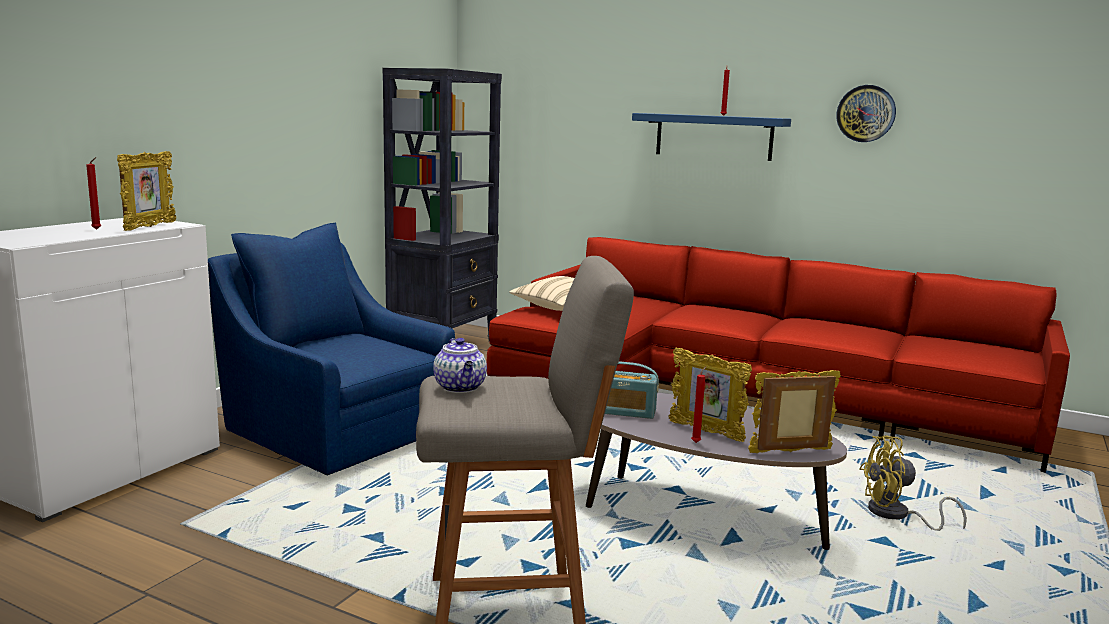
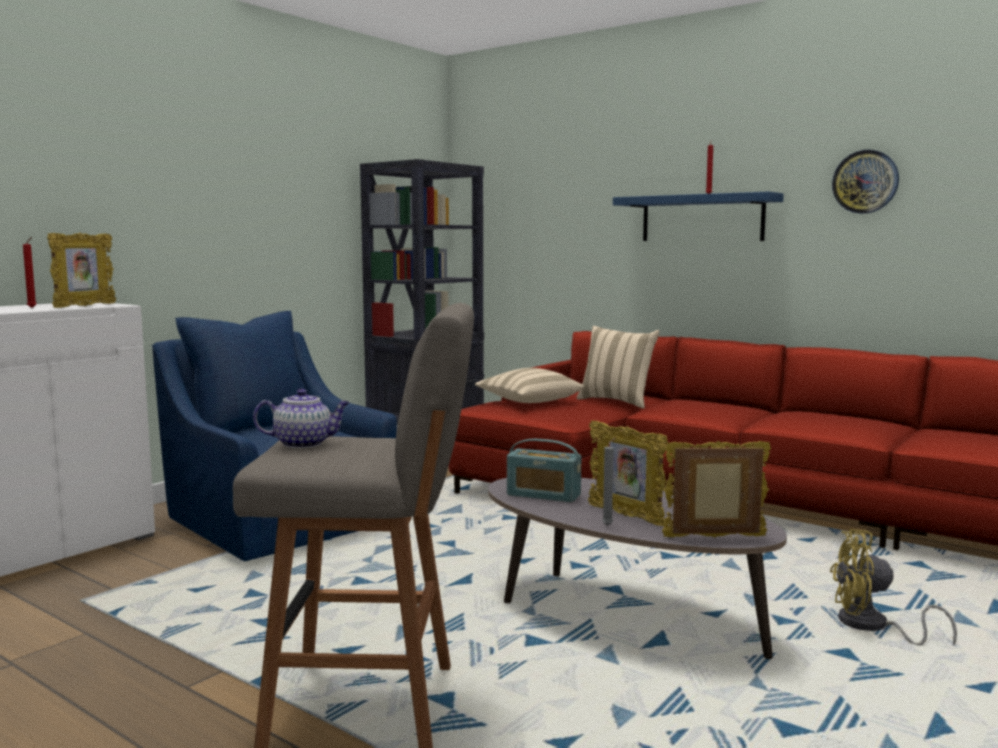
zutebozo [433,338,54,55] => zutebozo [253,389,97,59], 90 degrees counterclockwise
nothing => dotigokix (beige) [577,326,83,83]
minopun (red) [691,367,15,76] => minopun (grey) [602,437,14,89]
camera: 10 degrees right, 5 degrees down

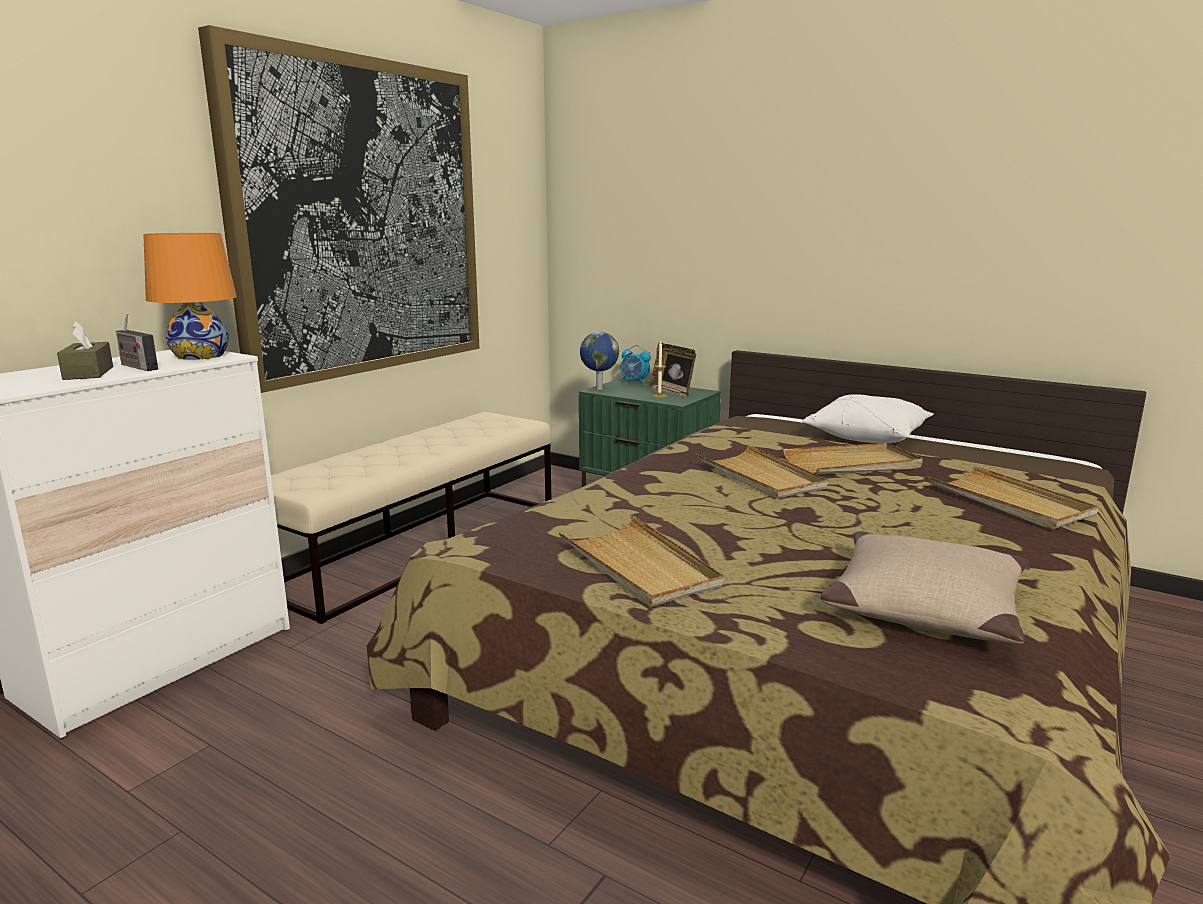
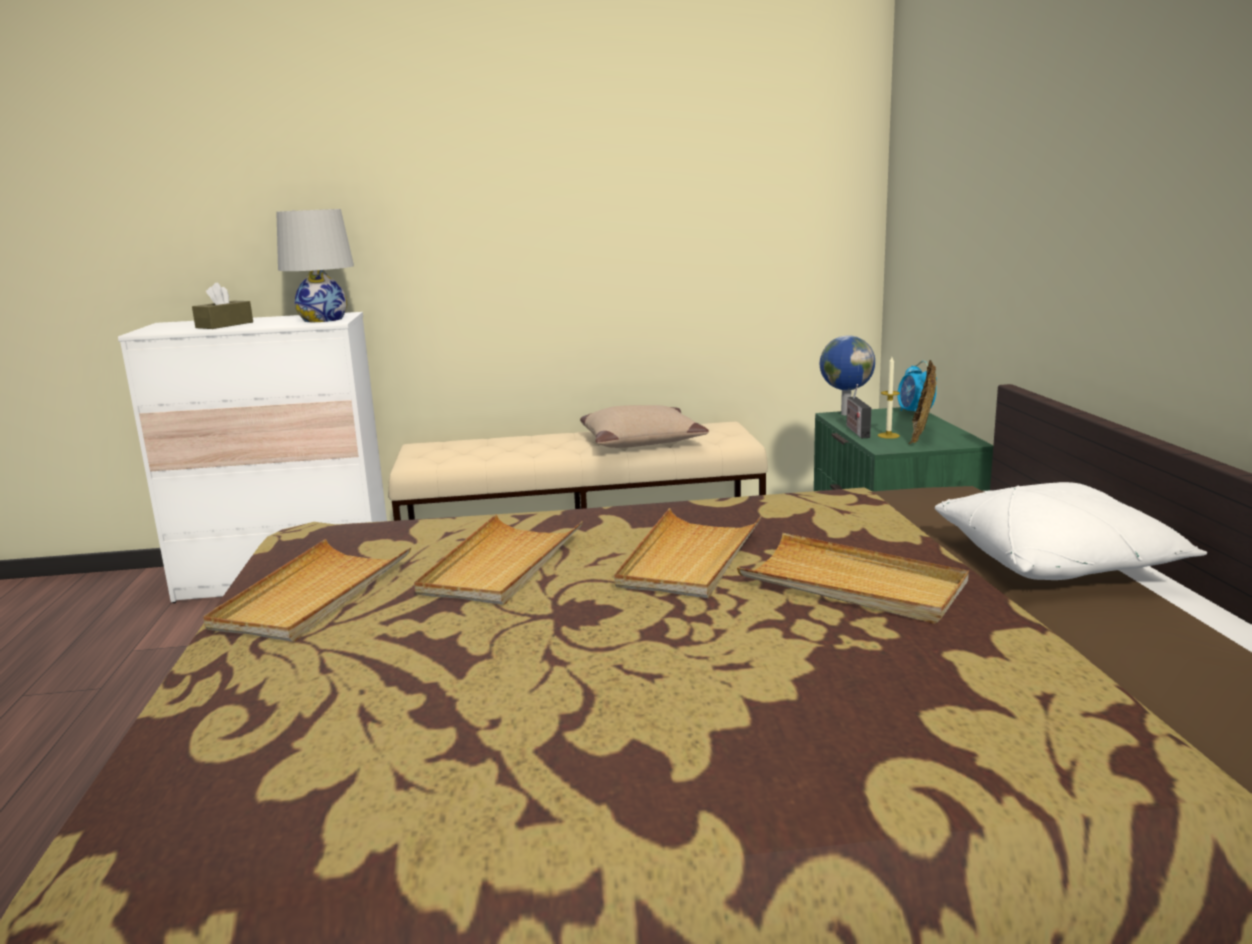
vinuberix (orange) [143,233,94,127] => vinuberix (white) [276,209,78,113]
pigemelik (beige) [927,465,172,64] => pigemelik (beige) [414,514,169,91], shifted
dotigokix (beige) [820,531,209,113] => dotigokix (beige) [580,405,129,43], shifted
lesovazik [116,313,42,58] => lesovazik [846,384,25,54], shifted
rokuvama [198,25,282,368] => nothing
camera: 50 degrees right, 0 degrees up

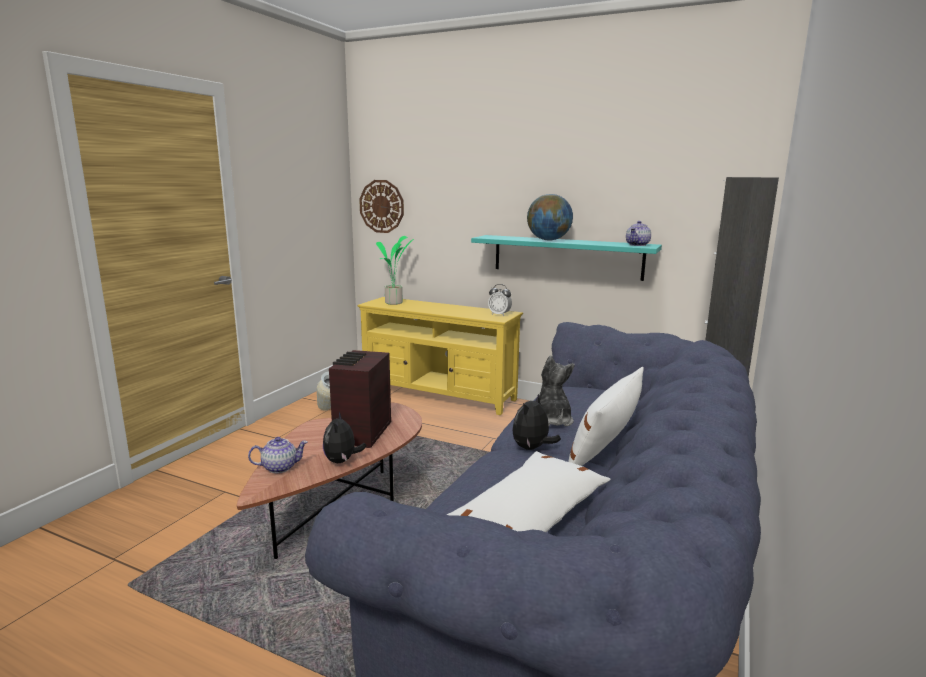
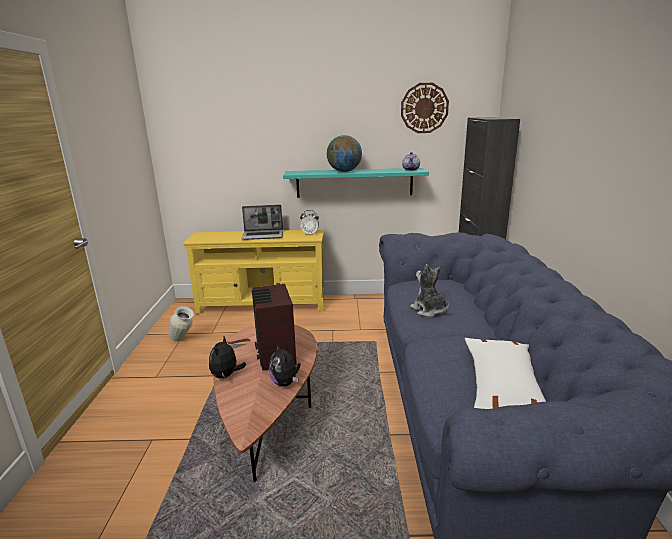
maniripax [512,394,49,56] => maniripax [209,336,37,42], shifted
nothing => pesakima [242,205,41,35]
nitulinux [359,180,45,53] => nitulinux [401,83,48,50], shifted
zutebozo [248,437,60,36] => nothing
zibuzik [376,236,38,69] => nothing
dotigokix (white) [568,367,76,99] => nothing
camera: 25 degrees left, 5 degrees up

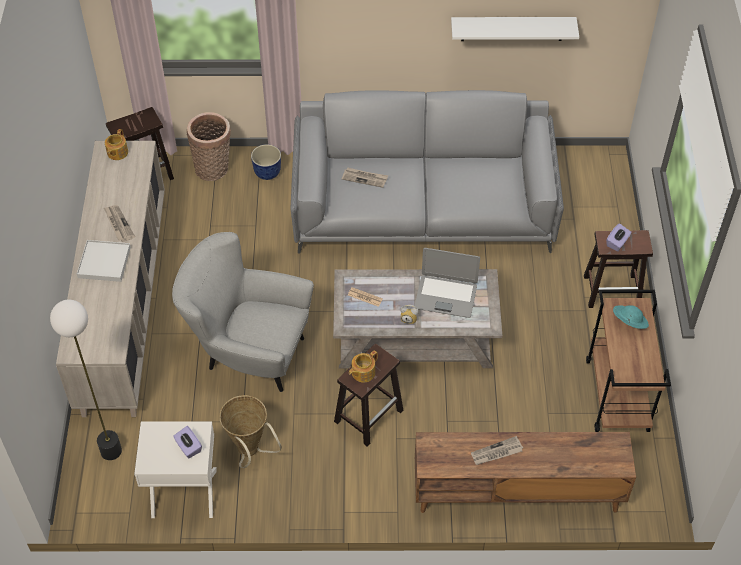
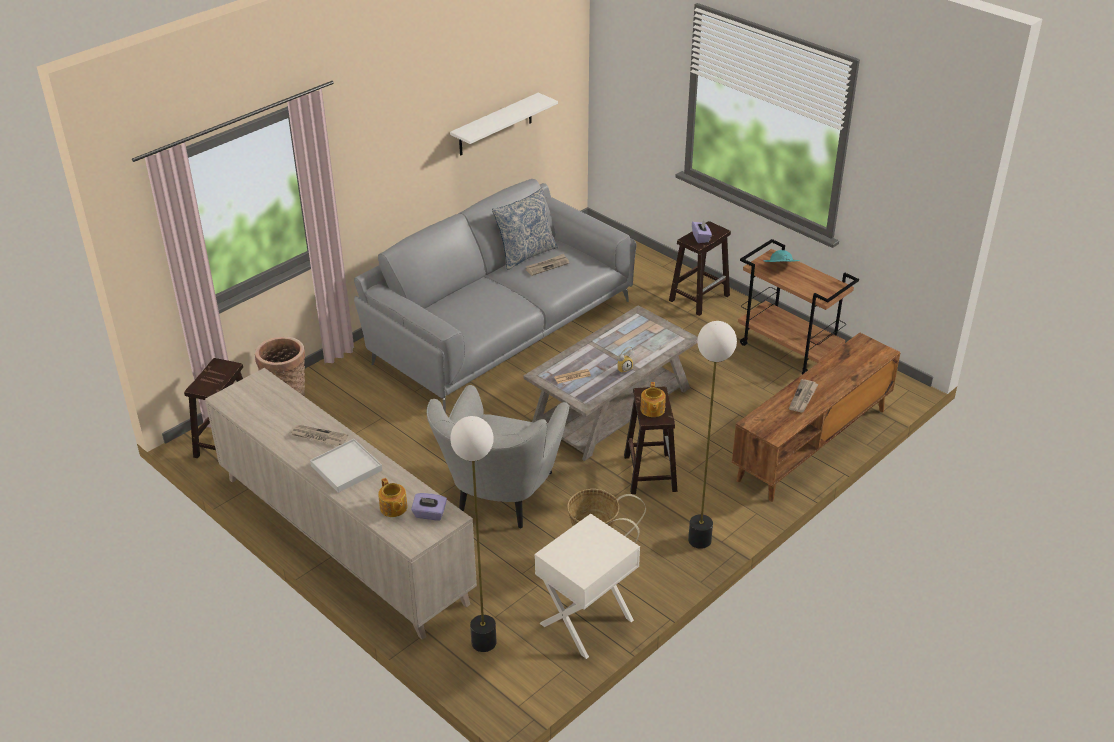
zutebozo [105,129,23,31] => zutebozo [378,478,30,39], shifted
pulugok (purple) [173,426,29,32] => pulugok (purple) [411,493,36,28], shifted
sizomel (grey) [172,232,142,160] => sizomel (grey) [427,385,143,144], 45 degrees counterclockwise
nothing => dotigokix [492,188,66,82]
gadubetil [342,167,46,21] => gadubetil [525,254,44,22], shifted
nothing => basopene [688,321,49,228]
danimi [251,144,30,36] => nothing
pesakima [414,248,66,70] => nothing
camera: 45 degrees left, 15 degrees down

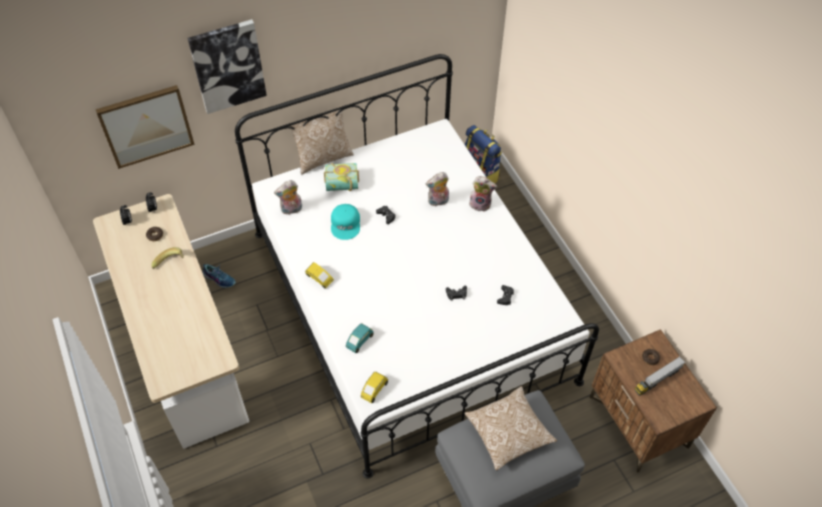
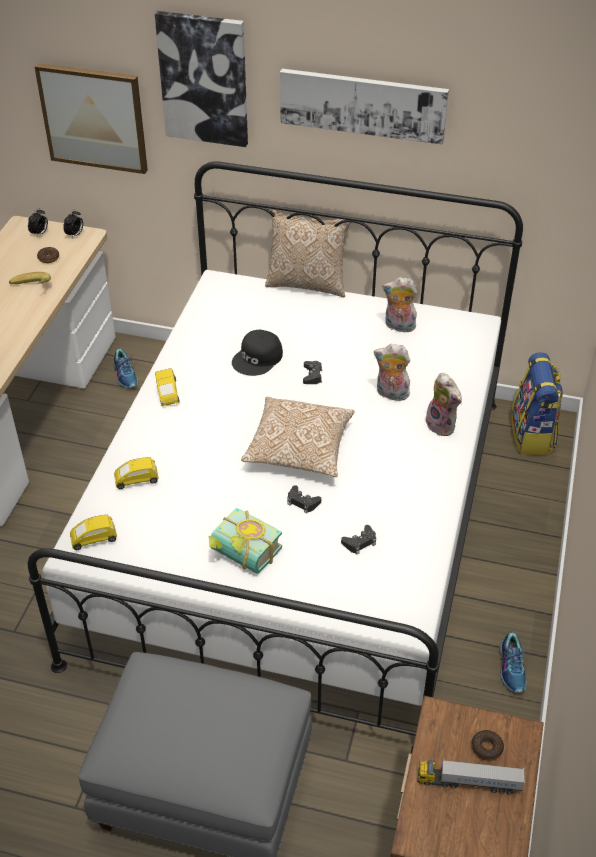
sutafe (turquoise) [346,324,28,29] => sutafe (yellow) [114,457,44,32]
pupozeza [324,163,35,28] => pupozeza [209,507,73,67], shifted
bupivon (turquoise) [331,204,29,36] => bupivon (black) [232,330,51,46]
dotigokix [464,386,93,84] => dotigokix [241,397,114,80], shifted
nothing => rokuvama [280,69,169,76]
maniripax [274,180,28,35] => maniripax [382,277,35,55], shifted
nothing => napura [499,631,29,62]
camera: 40 degrees right, 10 degrees down

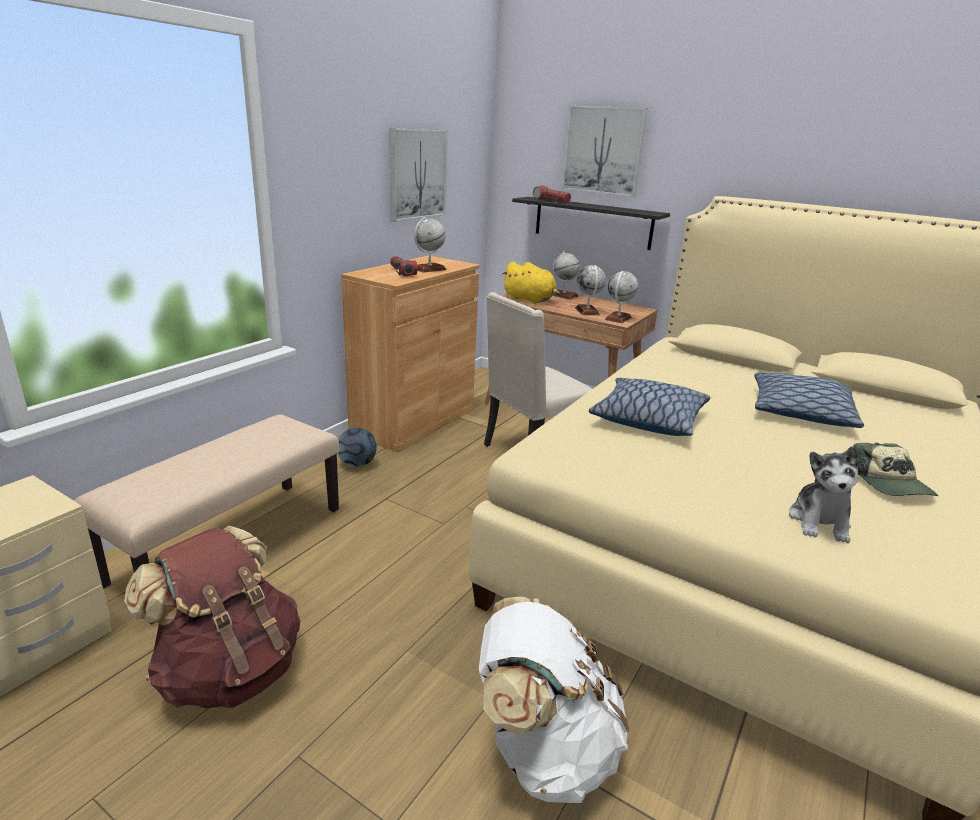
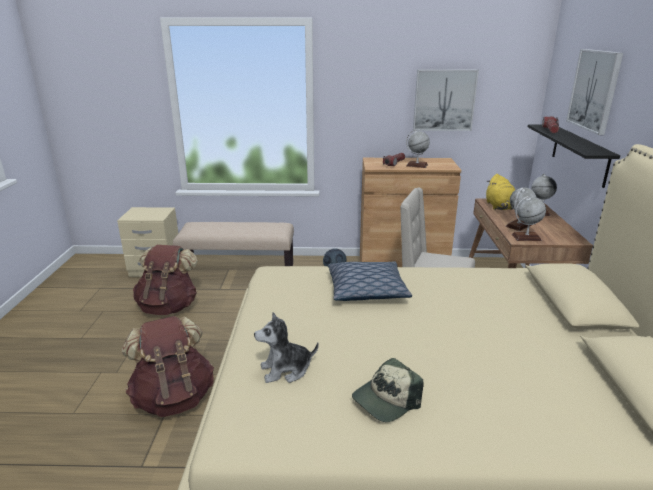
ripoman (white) [479,597,150,206] => ripoman (brown) [122,316,92,101]
dotigokix [754,373,110,55] => nothing
camera: 60 degrees right, 0 degrees up

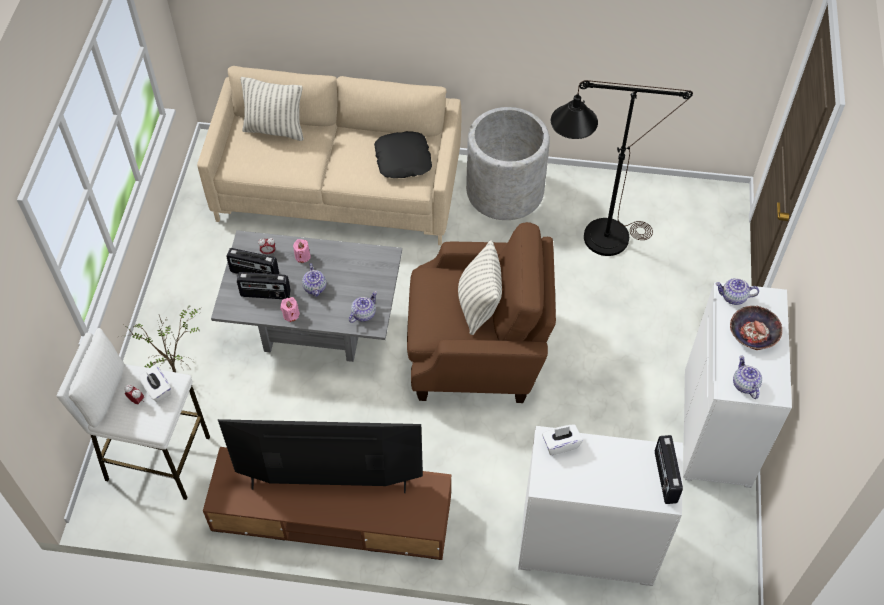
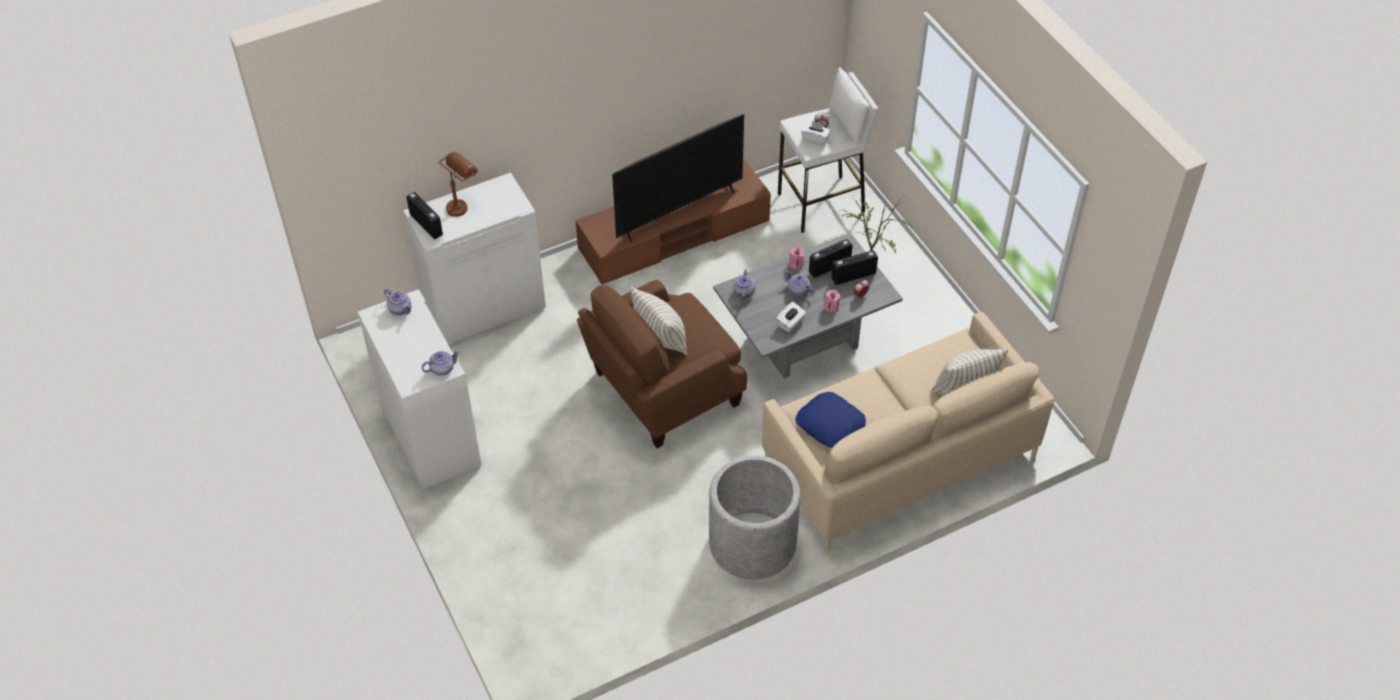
nothing => vinuberix (brown) [439,152,39,65]
pulugok (white) [542,424,41,31] => pulugok (white) [776,302,30,30], shifted
dotigokix (black) [374,131,58,47] => dotigokix (blue) [795,392,71,56]
basopene (black) [551,80,142,176] => nothing
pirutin [730,306,52,44] => nothing
camera: 145 degrees right, 5 degrees down

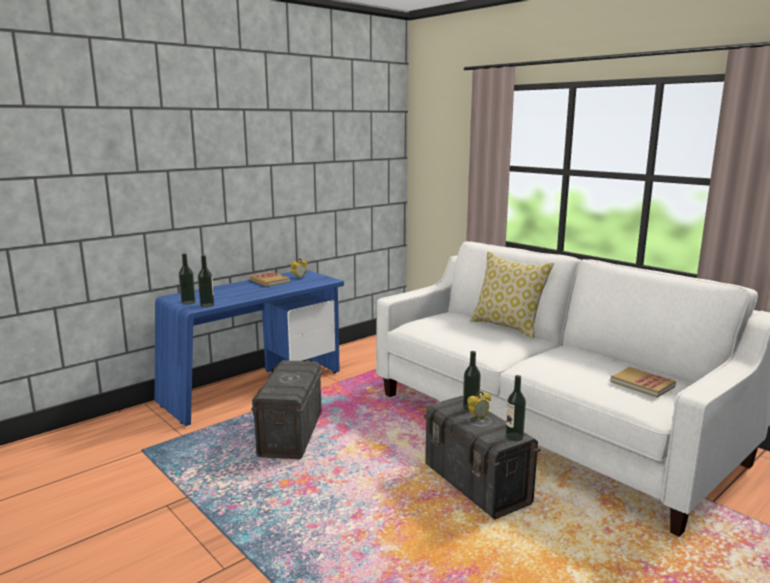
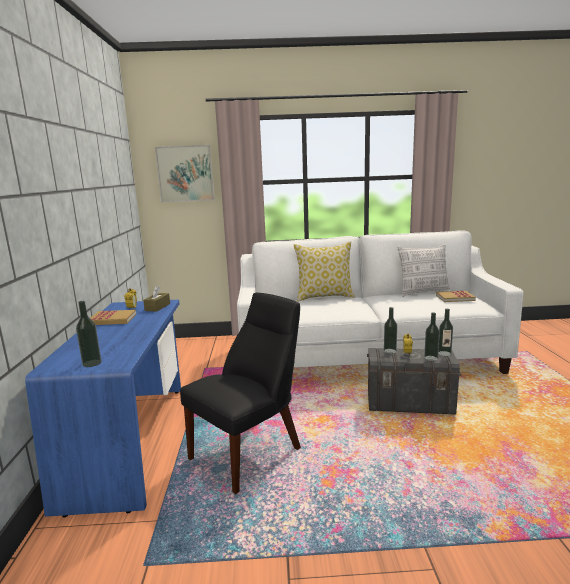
nothing => pulugok (brown) [143,286,27,26]
nothing => rokuvama [155,145,60,57]
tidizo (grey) [251,360,71,99] => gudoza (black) [180,293,121,201]
nothing => dotigokix [398,245,53,52]
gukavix [198,256,17,52] => gukavix [424,312,16,49], shifted
camera: 50 degrees left, 0 degrees up

